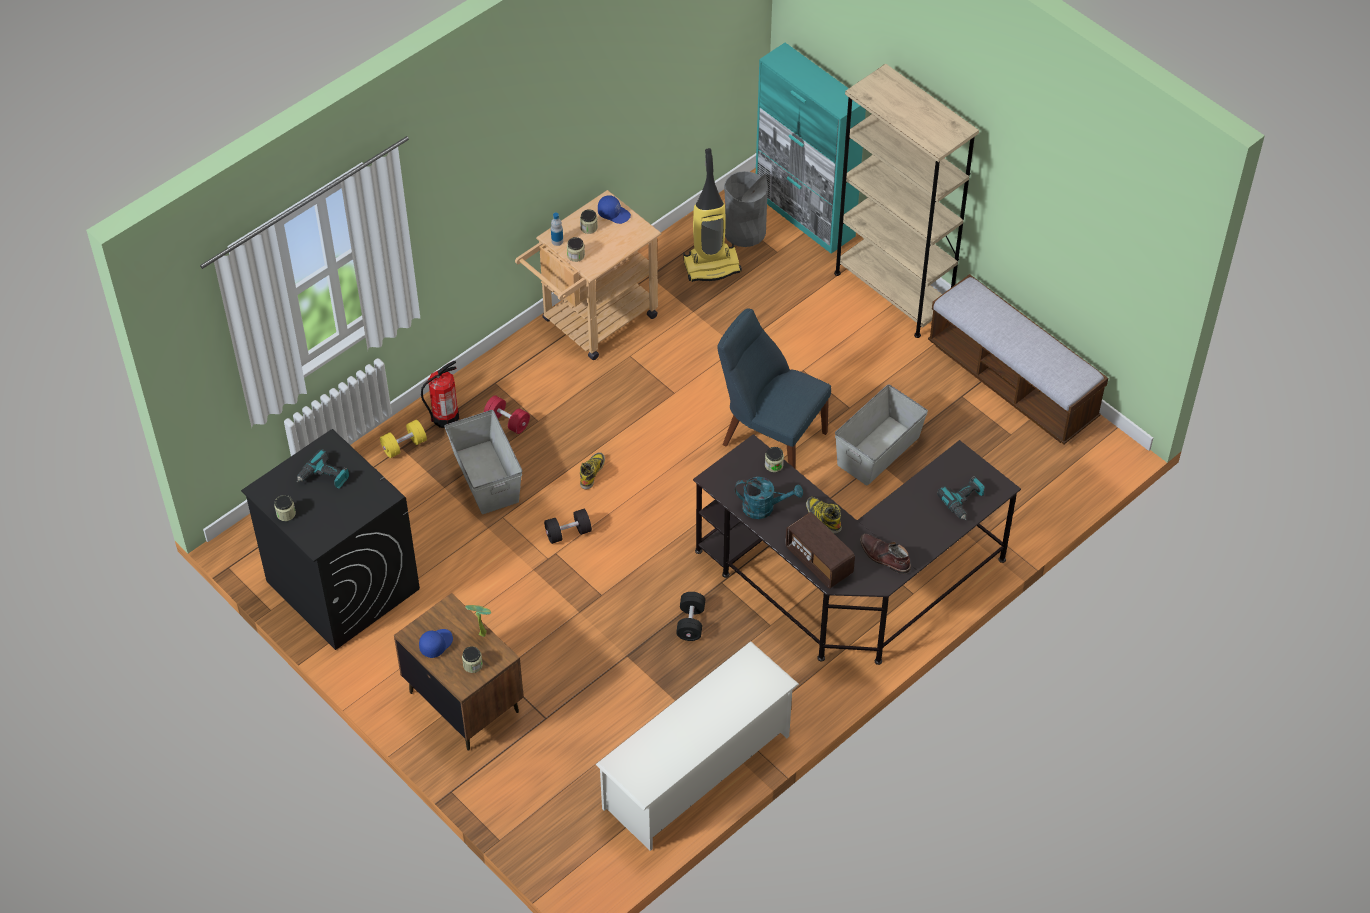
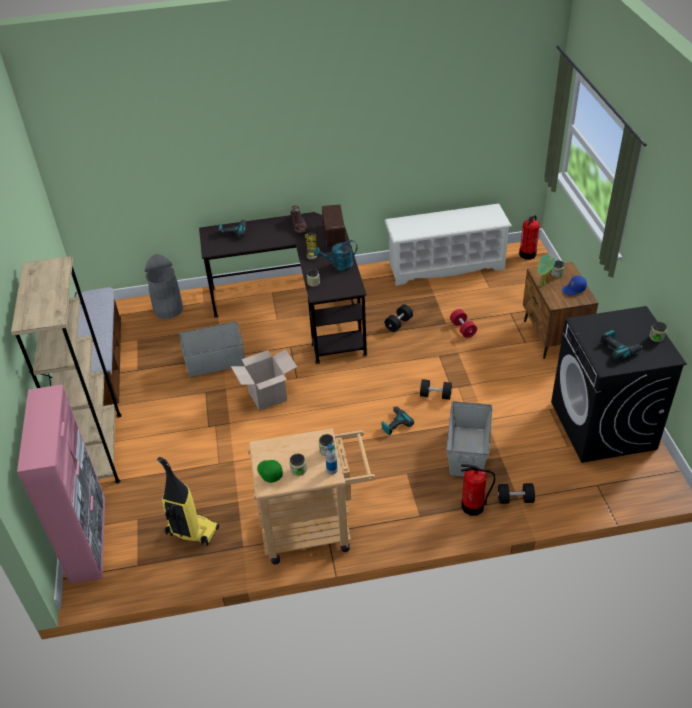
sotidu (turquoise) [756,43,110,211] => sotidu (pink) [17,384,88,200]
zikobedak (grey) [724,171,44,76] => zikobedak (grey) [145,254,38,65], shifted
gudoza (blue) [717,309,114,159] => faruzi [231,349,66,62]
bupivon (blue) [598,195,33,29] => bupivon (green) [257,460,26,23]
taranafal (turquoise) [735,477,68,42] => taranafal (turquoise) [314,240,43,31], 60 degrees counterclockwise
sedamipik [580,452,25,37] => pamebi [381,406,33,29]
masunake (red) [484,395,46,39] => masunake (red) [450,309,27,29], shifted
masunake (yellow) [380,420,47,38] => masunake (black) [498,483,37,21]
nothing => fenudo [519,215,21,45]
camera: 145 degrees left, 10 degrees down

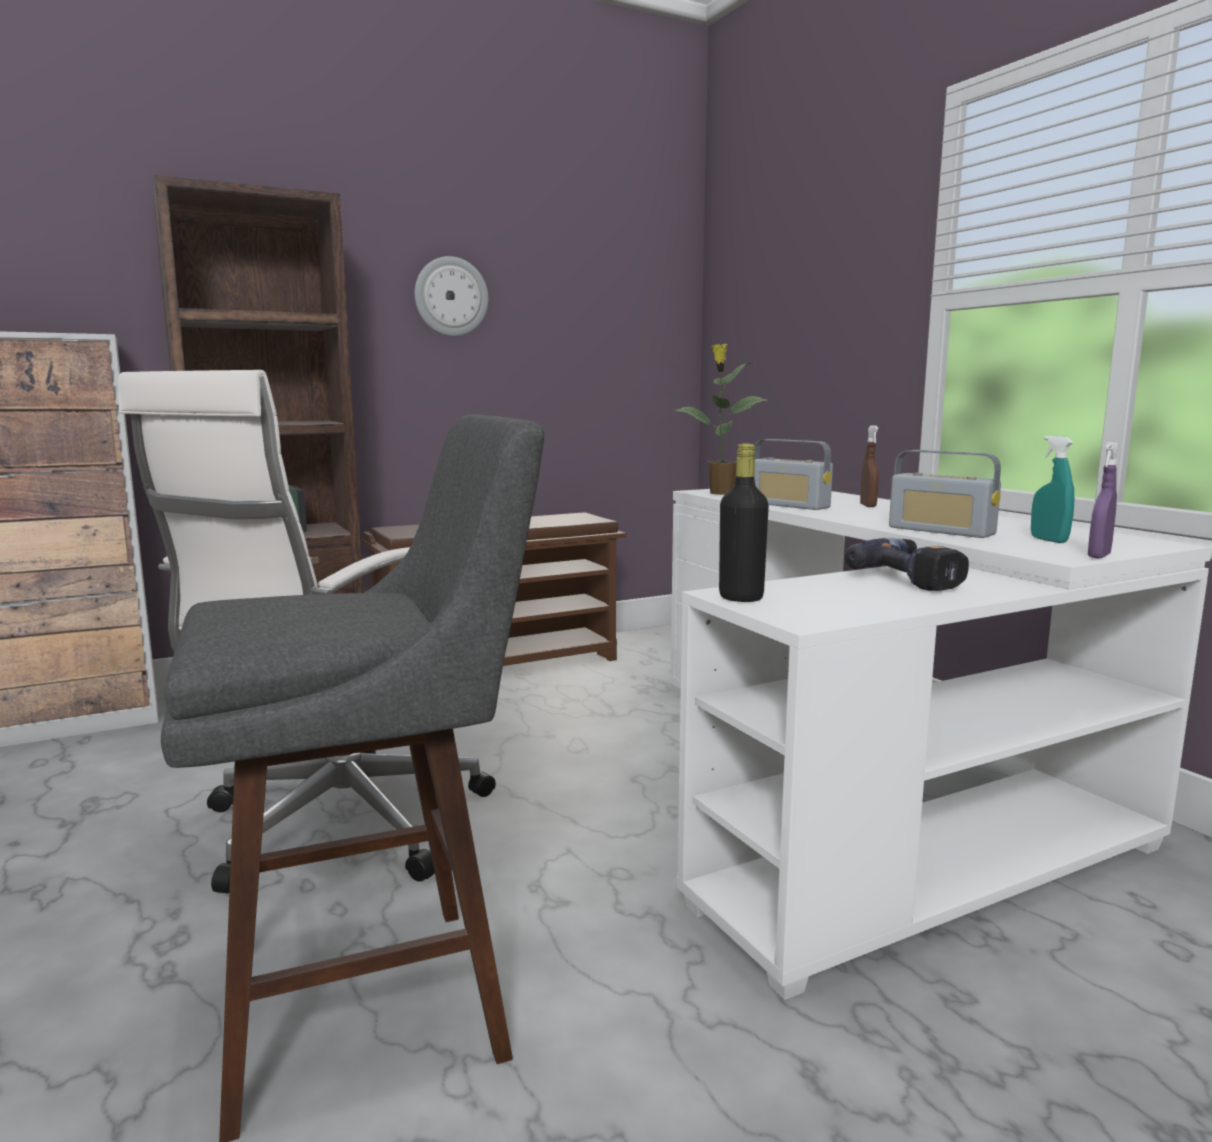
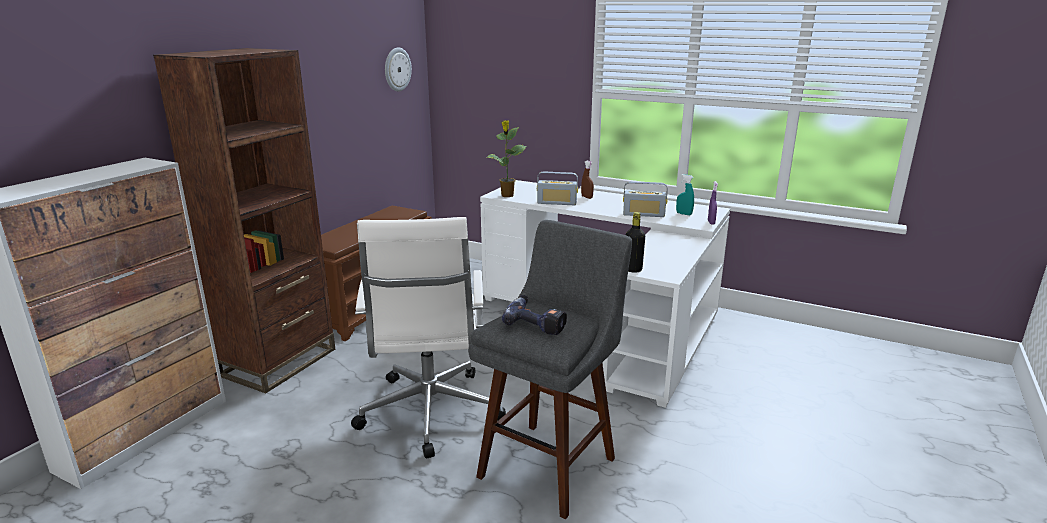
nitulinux [415,256,73,80] => nitulinux [385,47,27,44], shifted
pamebi [845,537,124,54] => pamebi [502,295,65,40], shifted
camera: 35 degrees left, 10 degrees up

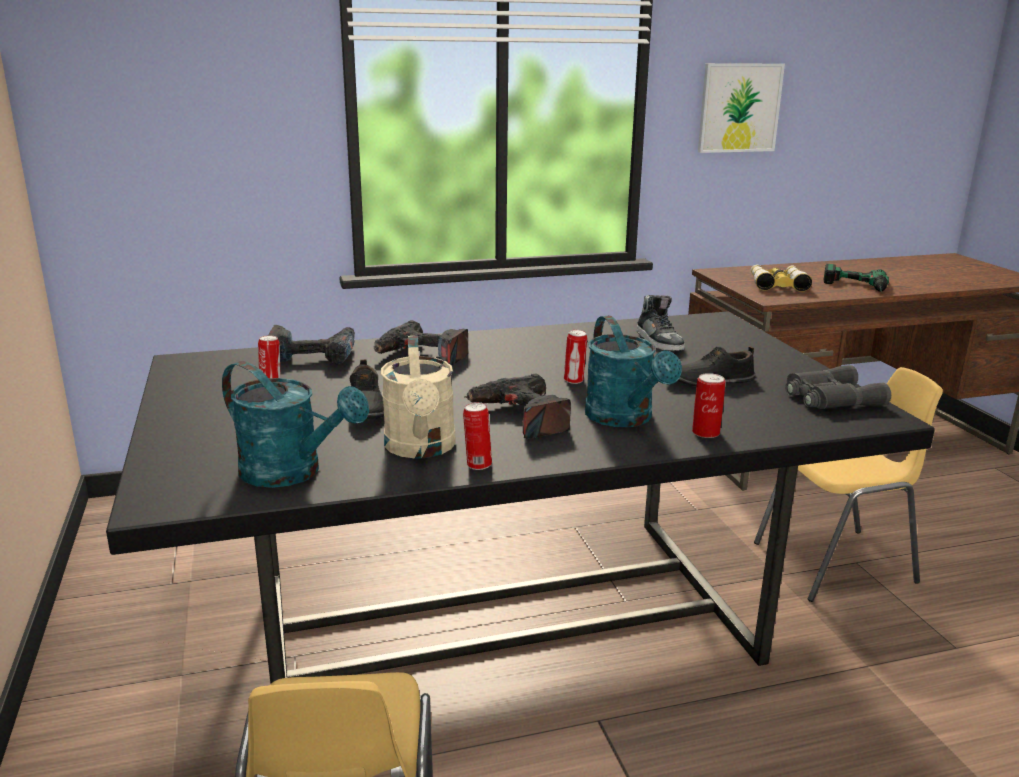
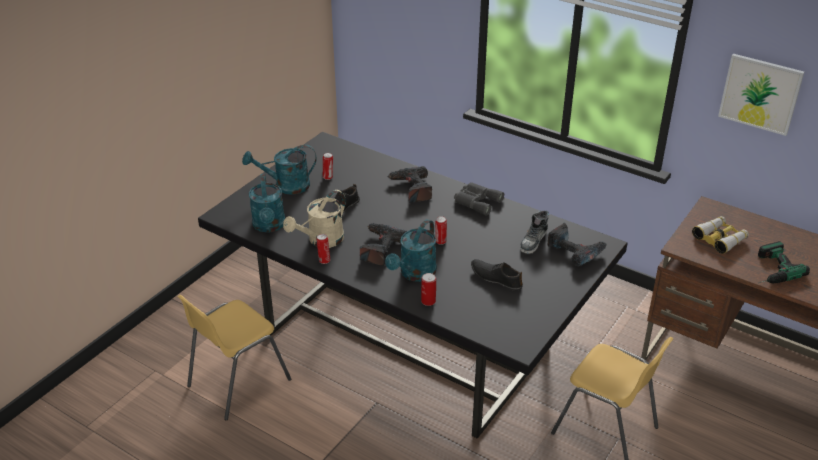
nothing => taranafal (turquoise) [242,145,75,50]
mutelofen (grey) [785,365,106,44] => mutelofen (grey) [454,182,50,34], shifted
pamebi [268,325,87,40] => pamebi [547,223,59,43], shifted
camera: 50 degrees right, 15 degrees up

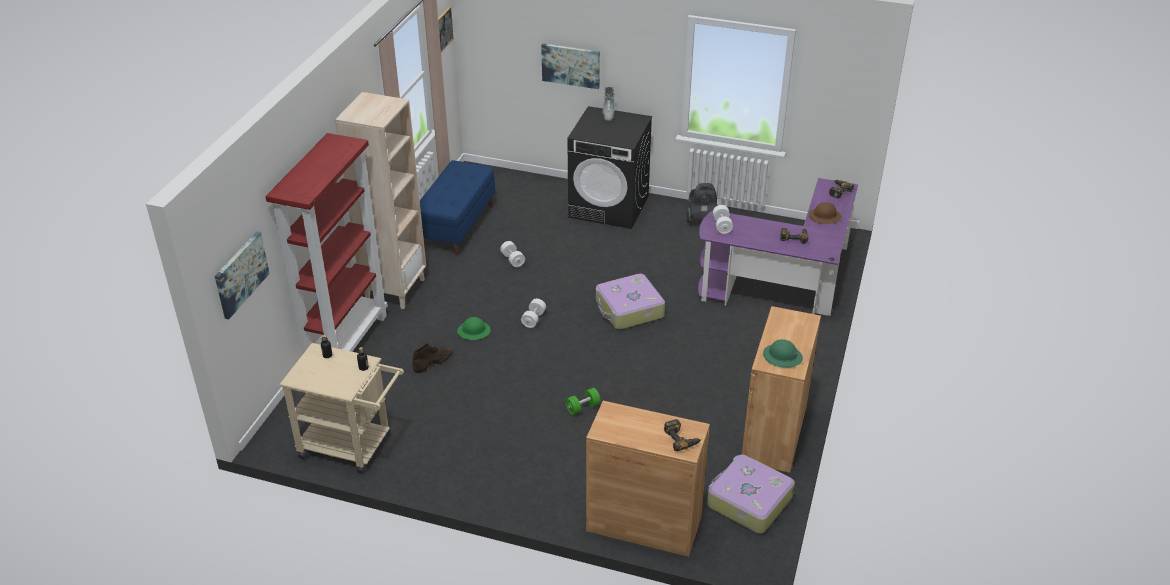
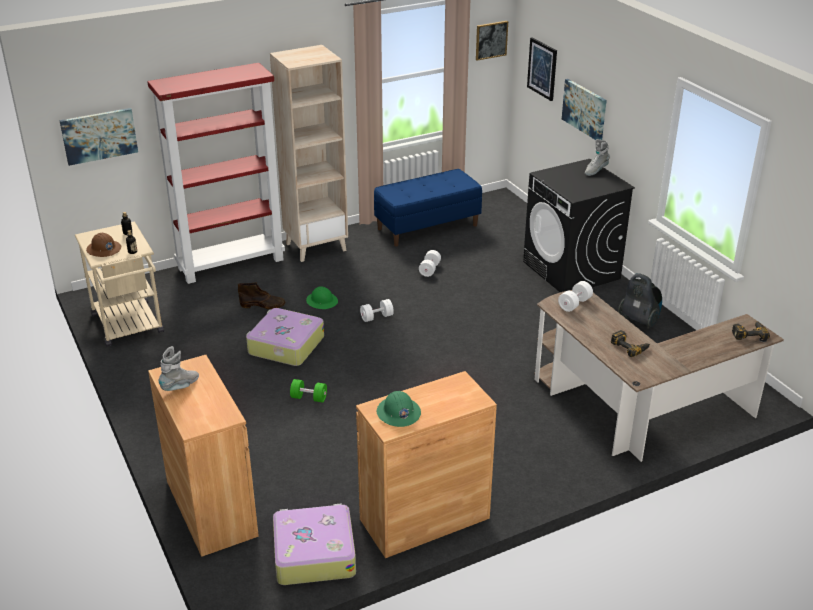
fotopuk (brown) [808,202,34,22] => fotopuk (brown) [86,233,35,24], shifted
nothing => sedamipik (grey) [159,346,40,45]
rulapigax [596,274,69,55] => rulapigax [246,308,78,58], shifted
nothing => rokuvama [527,37,30,64]
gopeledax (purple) [698,178,160,138] => gopeledax (brown) [534,290,250,172]
pamebi [664,419,37,32] => nothing
camera: 45 degrees right, 5 degrees down

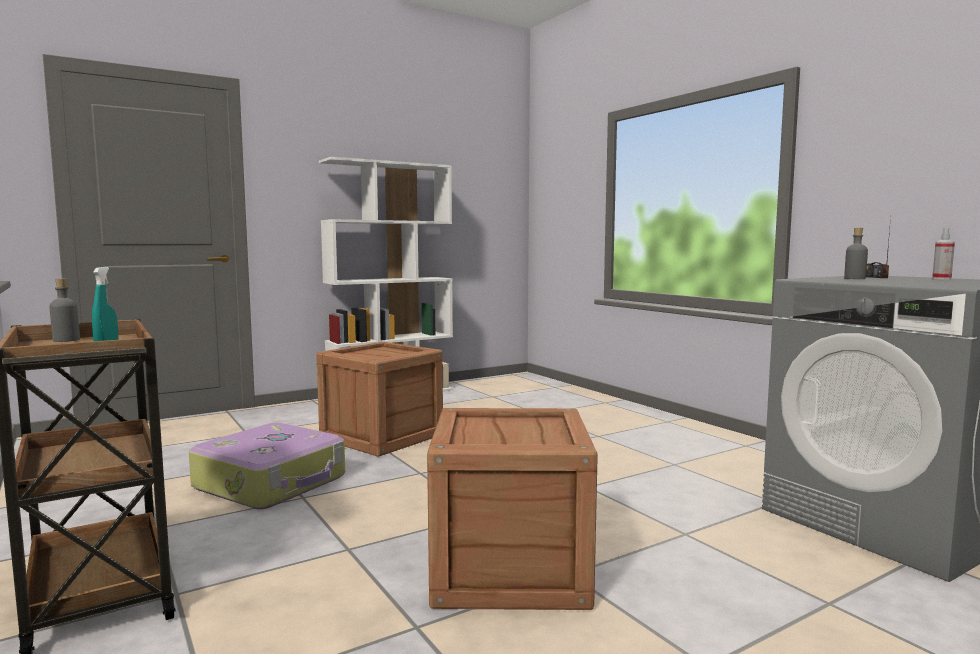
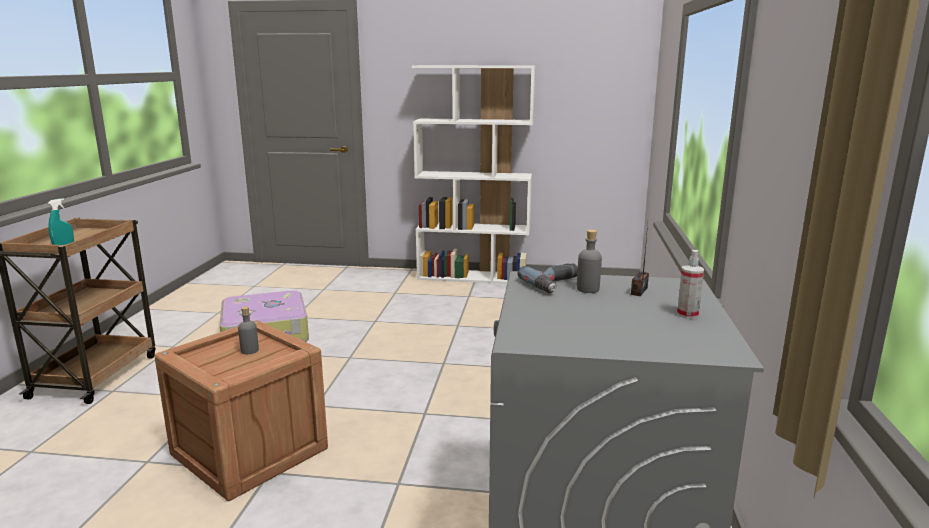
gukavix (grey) [49,278,31,64] => gukavix (grey) [238,306,21,48], shifted
nothing => pamebi [517,263,61,30]
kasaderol [316,342,127,115] => nothing
camera: 40 degrees right, 10 degrees up

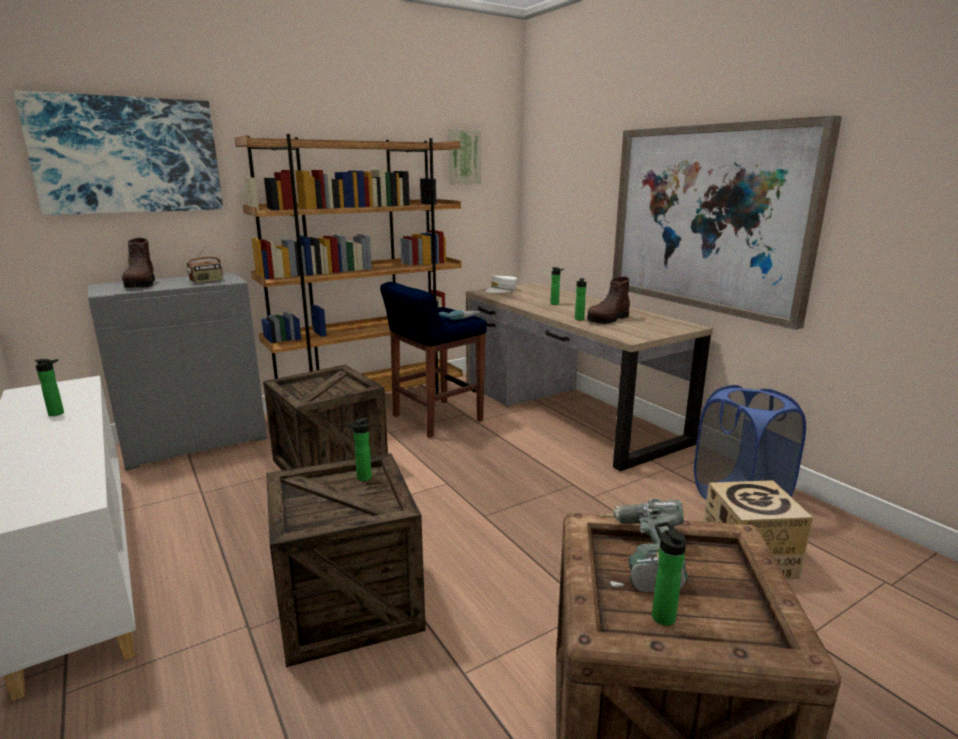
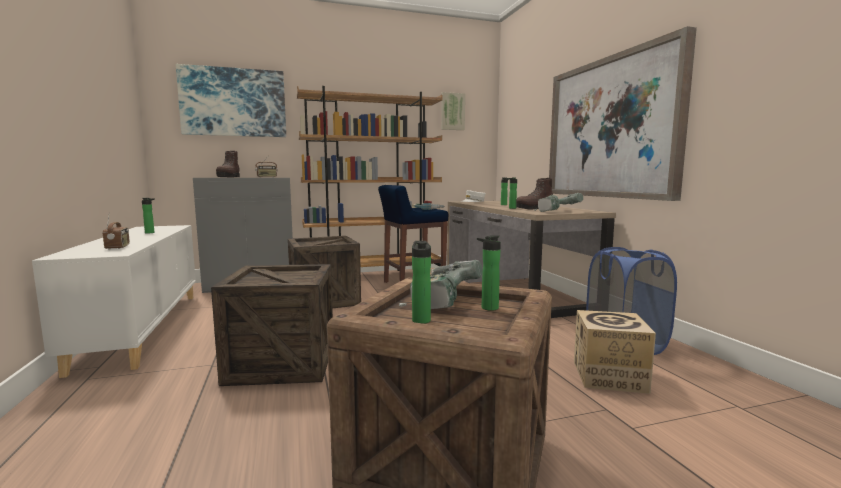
nothing => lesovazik [103,212,27,37]
gukavix [347,418,25,63] => gukavix [477,235,24,76], shifted
nothing => pamebi [534,193,49,19]
camera: 15 degrees right, 10 degrees down

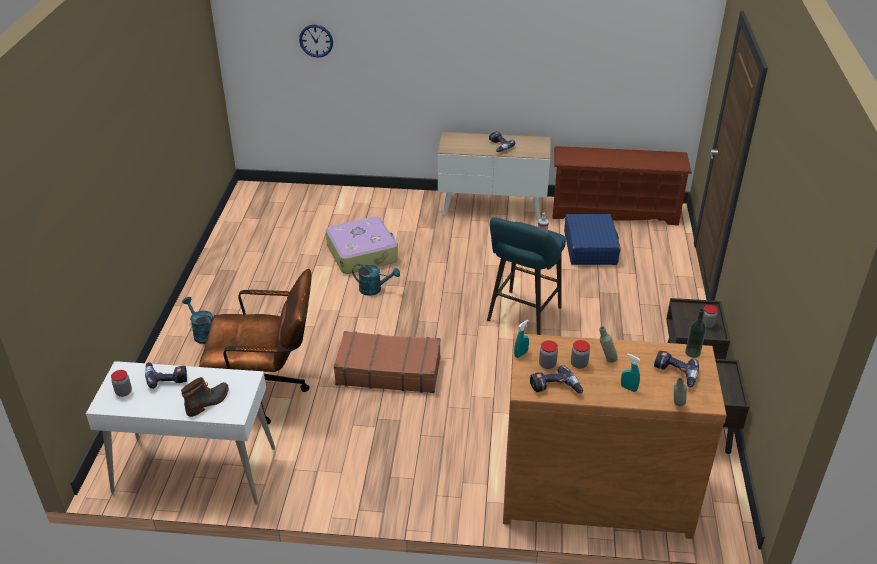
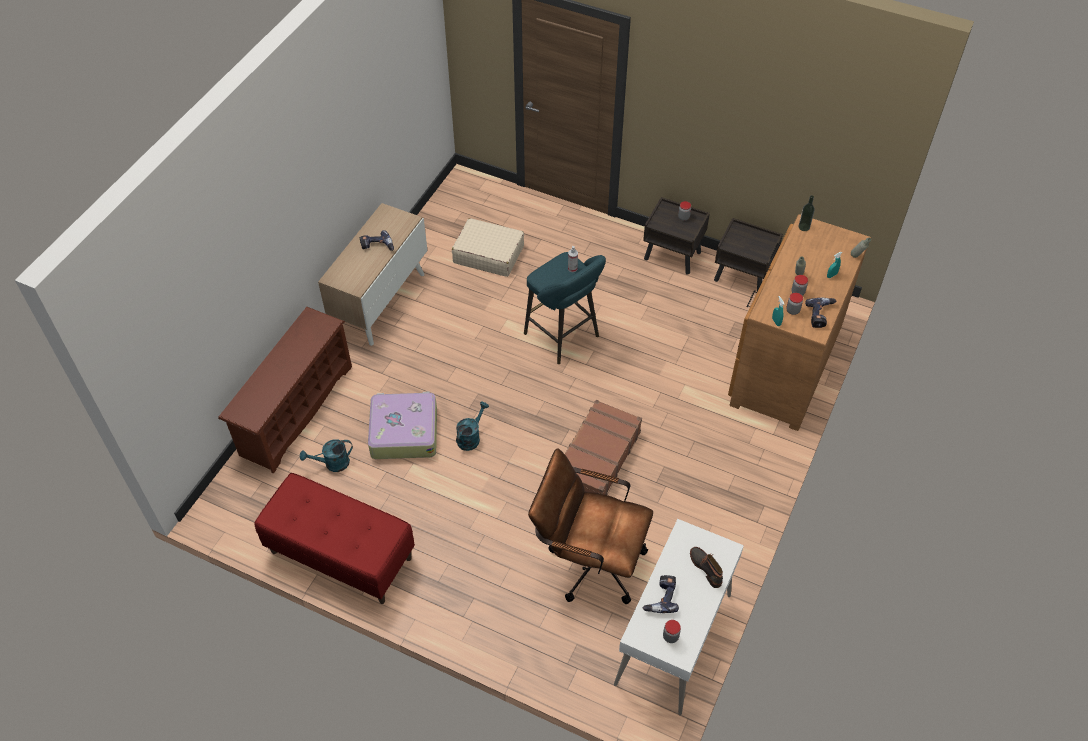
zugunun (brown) [552,146,140,80] => zugunun (brown) [218,307,134,167], shifted
nothing => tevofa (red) [254,473,161,131]
taranafal (turquoise) [182,297,31,47] => taranafal (turquoise) [300,439,53,33], shifted
rulapigax (blue) [564,214,57,51] => rulapigax (beige) [452,218,72,59]
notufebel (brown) [199,269,113,156] => notufebel (brown) [528,448,125,156], 90 degrees counterclockwise
nitulinux [299,25,34,33] => nothing
pamebi [654,351,45,37] => nothing
camera: 70 degrees left, 15 degrees up

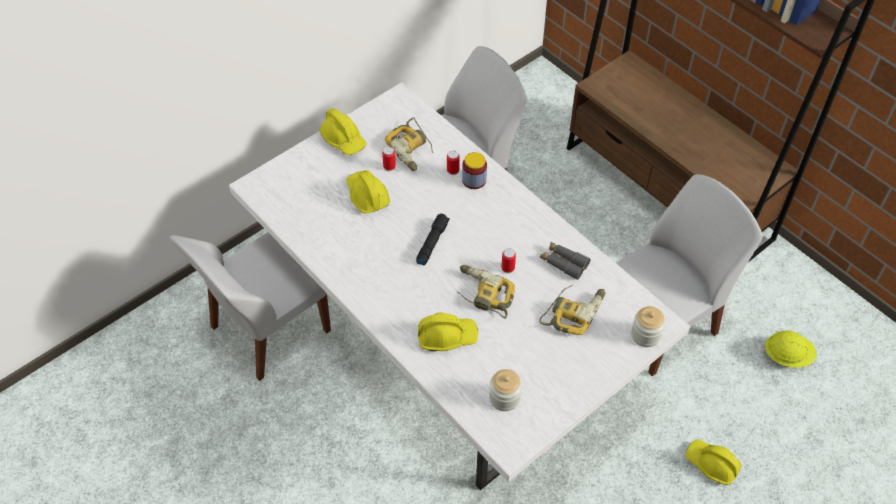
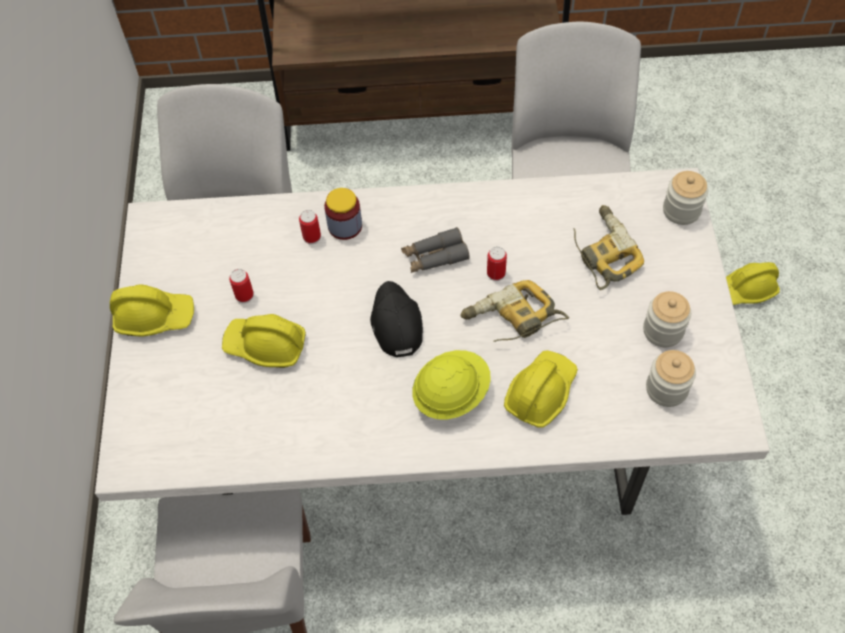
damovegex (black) [416,214,34,51] => bupivon (black) [370,281,53,76]
mutelofen (grey) [540,242,50,38] => mutelofen (grey) [401,227,69,46], shifted
fotopuk (yellow) [765,331,52,37] => fotopuk (yellow) [413,350,78,69], shifted
nothing => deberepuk [643,291,48,56]
pamebi [385,118,48,53] => nothing
camera: 50 degrees left, 5 degrees up

